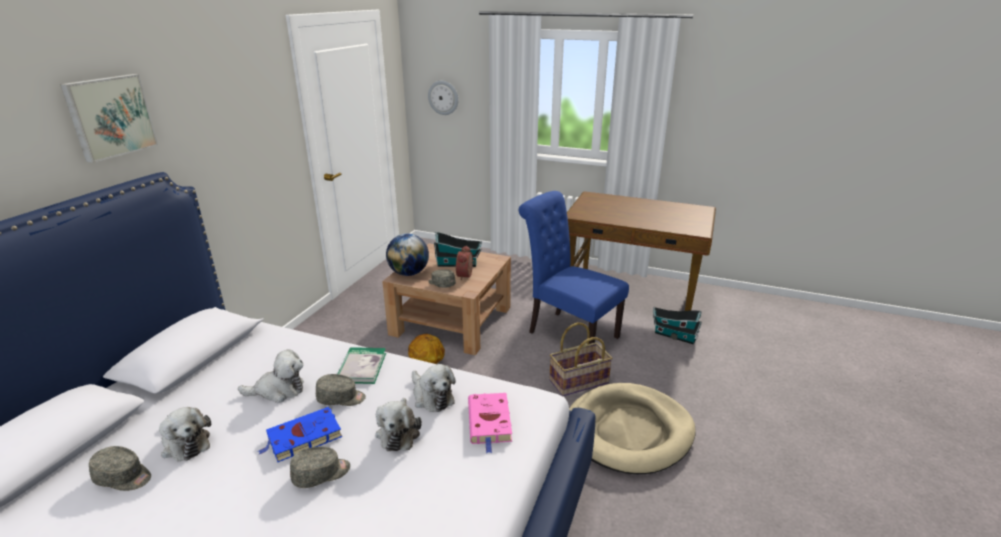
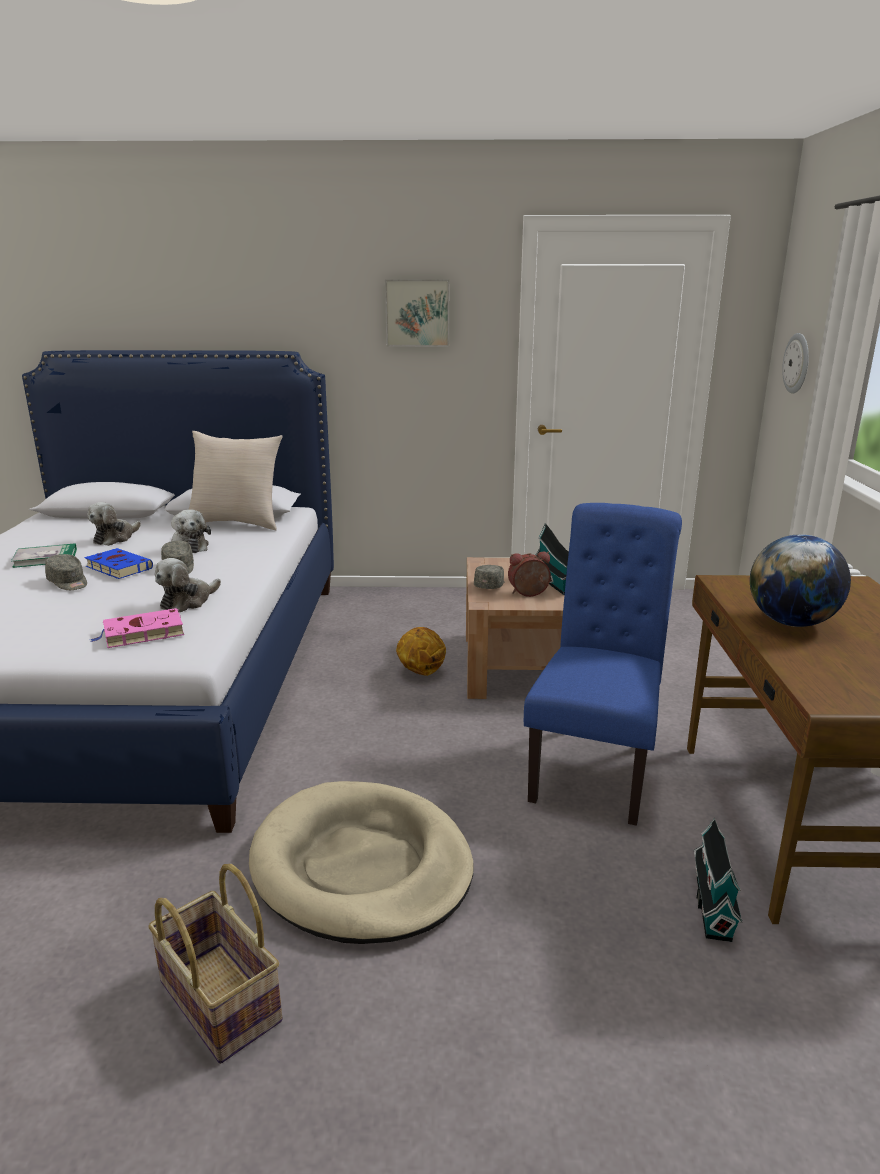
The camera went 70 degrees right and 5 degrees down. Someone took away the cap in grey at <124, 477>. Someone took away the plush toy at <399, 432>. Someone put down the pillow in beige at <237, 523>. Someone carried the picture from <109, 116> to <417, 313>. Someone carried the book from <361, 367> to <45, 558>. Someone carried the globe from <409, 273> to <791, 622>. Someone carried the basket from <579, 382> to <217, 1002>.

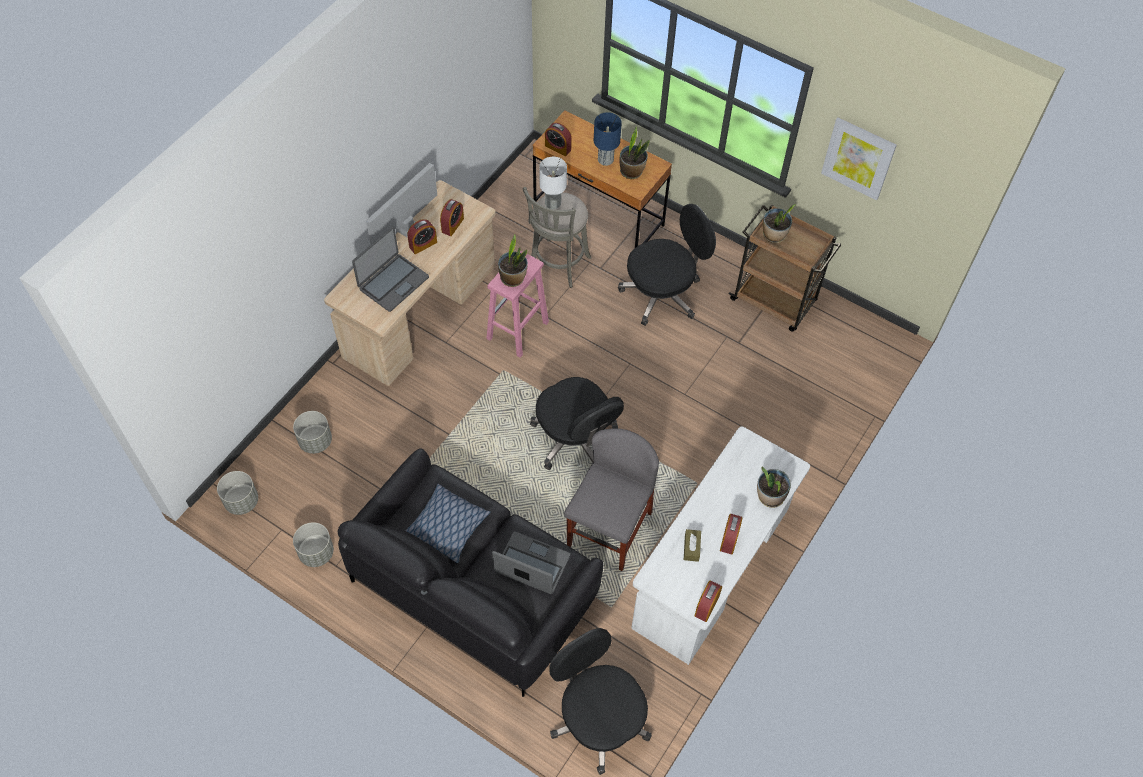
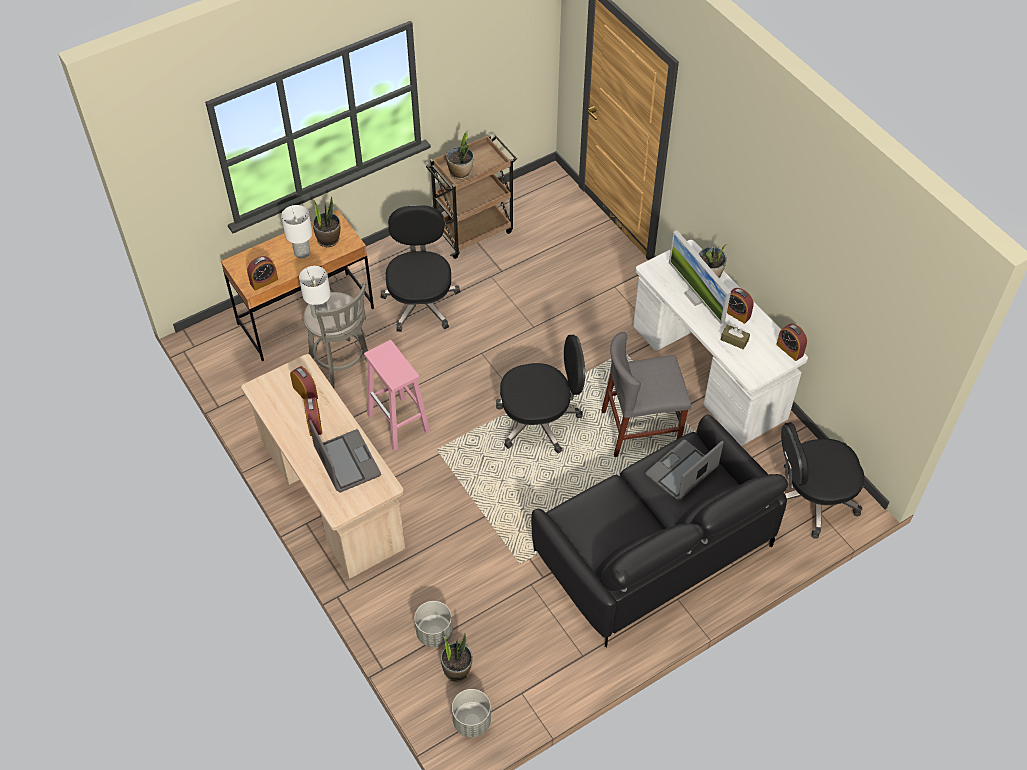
The camera went 65 degrees left and 5 degrees down. Someone took away the planter in grey at <316, 552>. Someone took away the pillow at <448, 527>. Someone took away the picture at <858, 158>. Someone carried the monitor from <406, 227> to <696, 296>. Someone carried the potted plant from <513, 278> to <457, 669>. Someone repainted the table lamp in blue at <605, 159>, which became the table lamp in white at <301, 252>. Someone rotated the chair in grey at <609, 529> by 60 degrees counterclockwise.

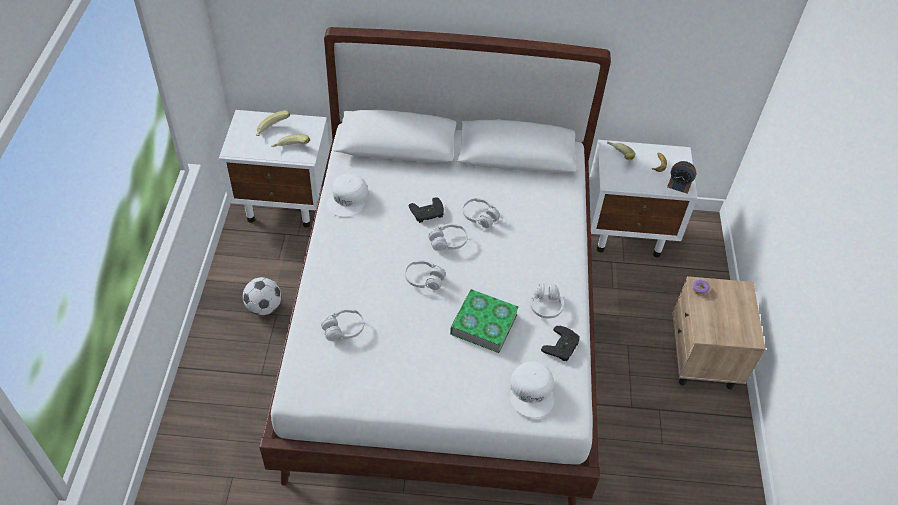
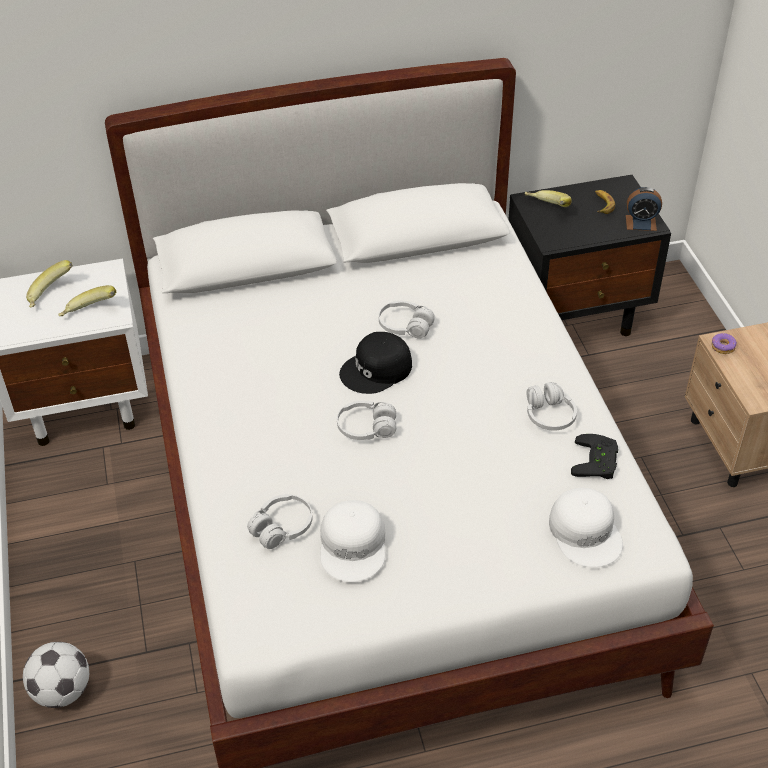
The camera went 15 degrees left and 5 degrees down. Someone took away the game controller in black at <427, 213>. Someone took away the book at <484, 324>. Someone carried the football from <264, 307> to <62, 691>. Someone carried the cap in white from <348, 199> to <354, 546>. Someone swapped the headphones in white at <448, 242> for the cap in black at <377, 370>. Someone repainted the nightstand in white at <628, 232>, which became the nightstand in black at <577, 315>.

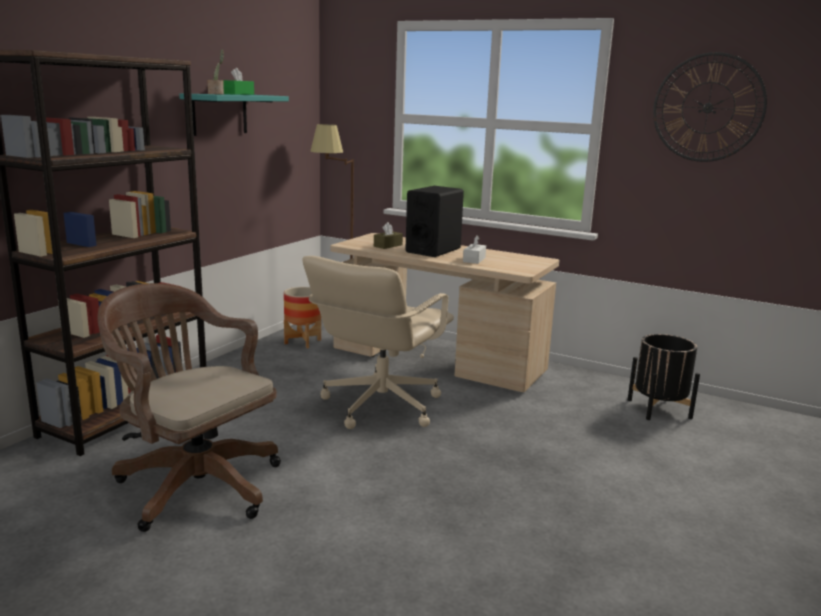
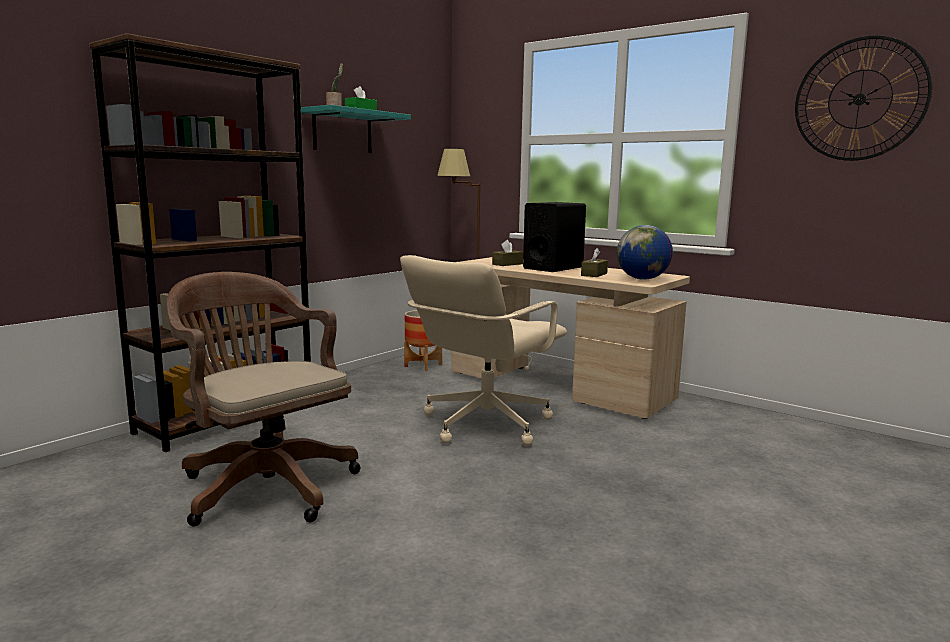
The camera went 10 degrees right and 5 degrees down. Someone took away the planter in black at <659, 409>. Someone put down the globe at <642, 279>. Someone repainted the tissue box in white at <474, 260>, which became the tissue box in brown at <594, 274>.

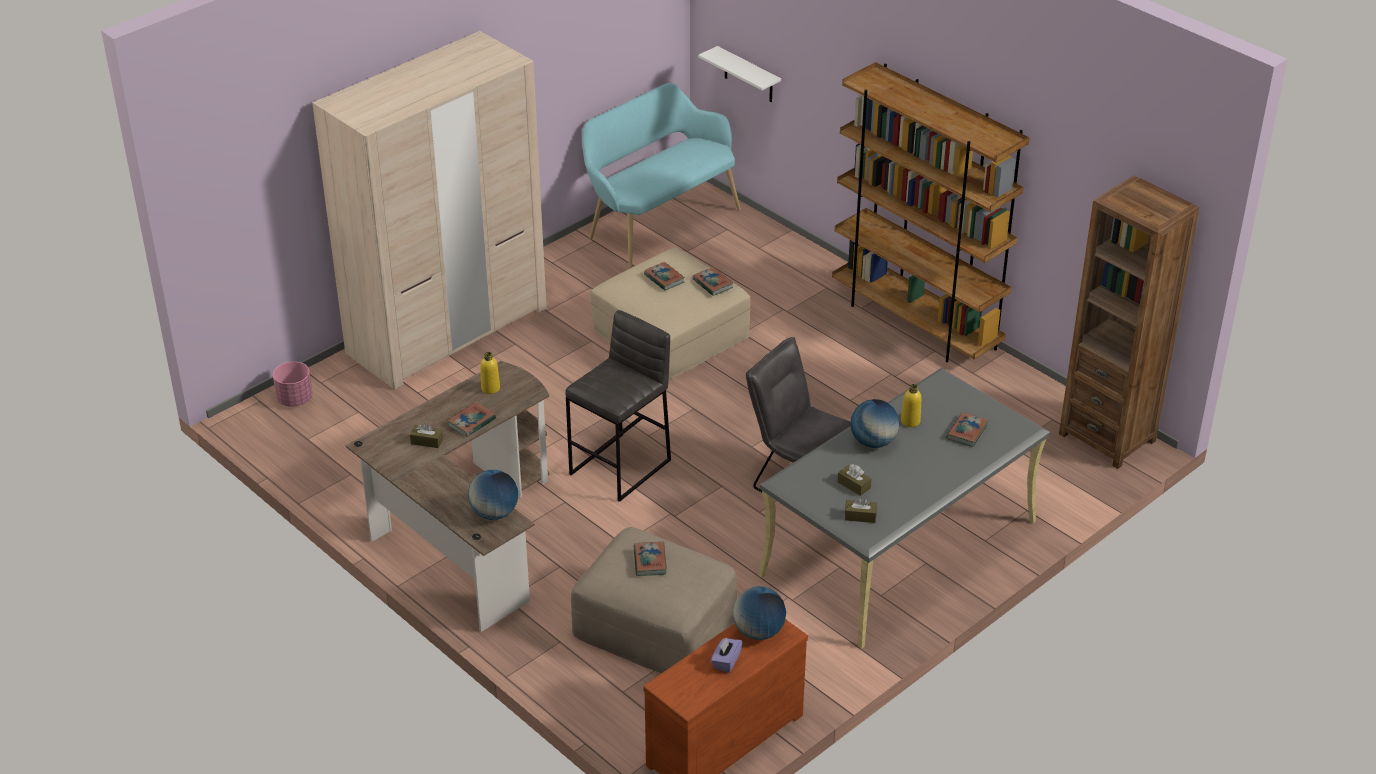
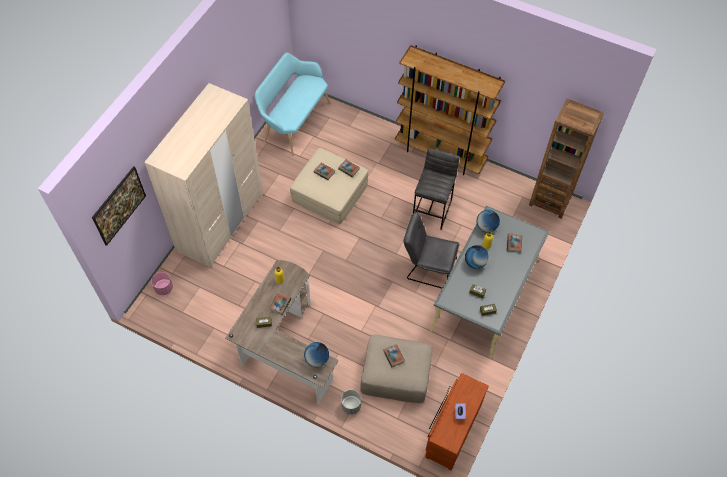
The camera went 20 degrees left and 20 degrees up. Someone took away the shelf in white at <748, 75>. Someone put up the picture at <122, 212>. Someone put down the planter in grey at <351, 405>. Someone carried the stool in grey from <621, 467> to <432, 210>. Someone carried the globe from <758, 632> to <486, 227>.

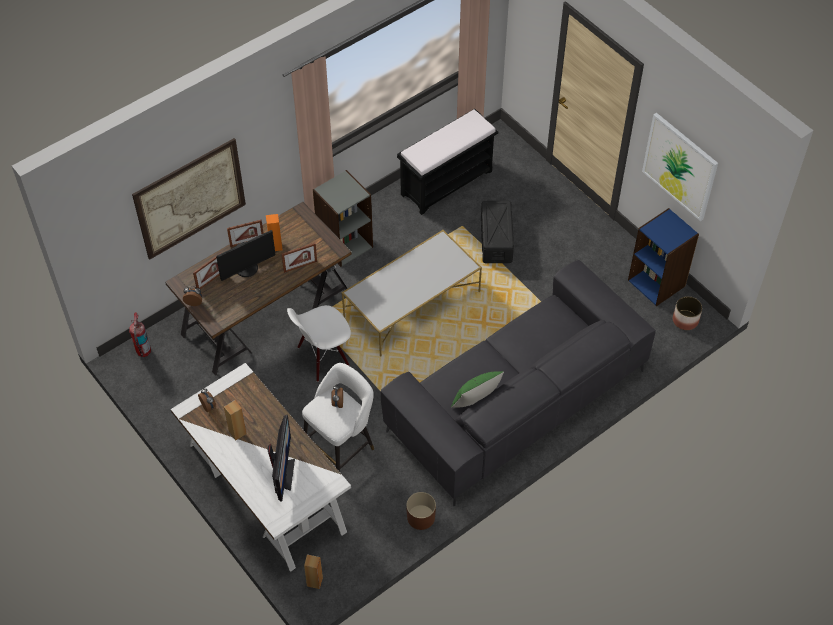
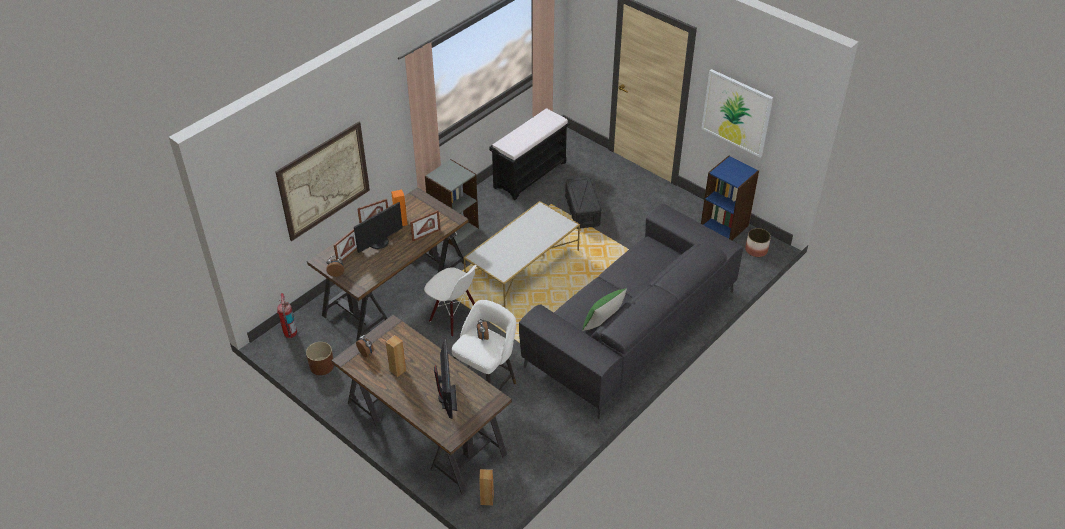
The camera went 10 degrees left and 10 degrees down. Someone carried the planter in brown from <421, 517> to <322, 366>. Someone repainted the desk in white at <266, 488>, which became the desk in brown at <425, 428>. Someone rotated the chair in white at <323, 357> by 105 degrees counterclockwise.

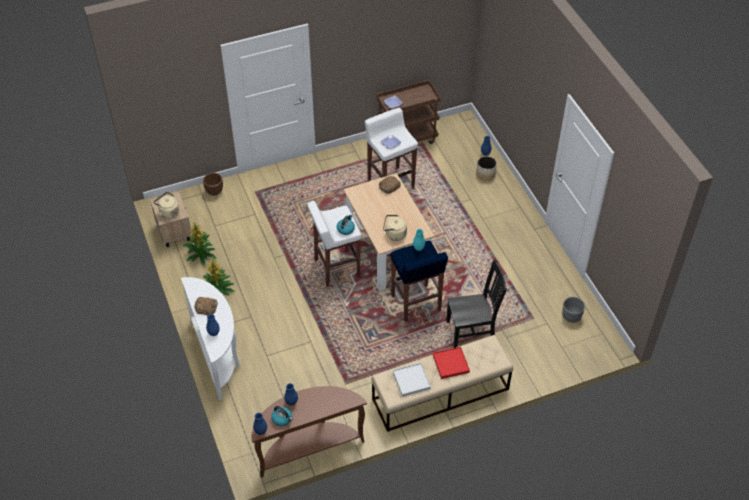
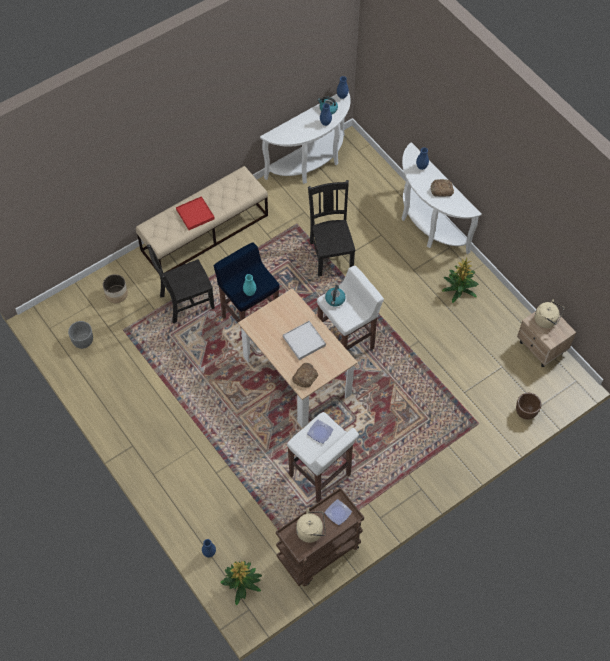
The camera went 165 degrees right and 10 degrees up. Someone put down the chair in black at <331, 254>. Someone carried the potted plant from <200, 255> to <241, 584>. Someone carried the kettle in beige from <394, 234> to <311, 531>. Someone carried the tray in white from <411, 380> to <304, 341>. Someone carried the planter from <486, 174> to <116, 294>. Someone repainted the console table in brown at <308, 447>, which became the console table in white at <311, 164>.

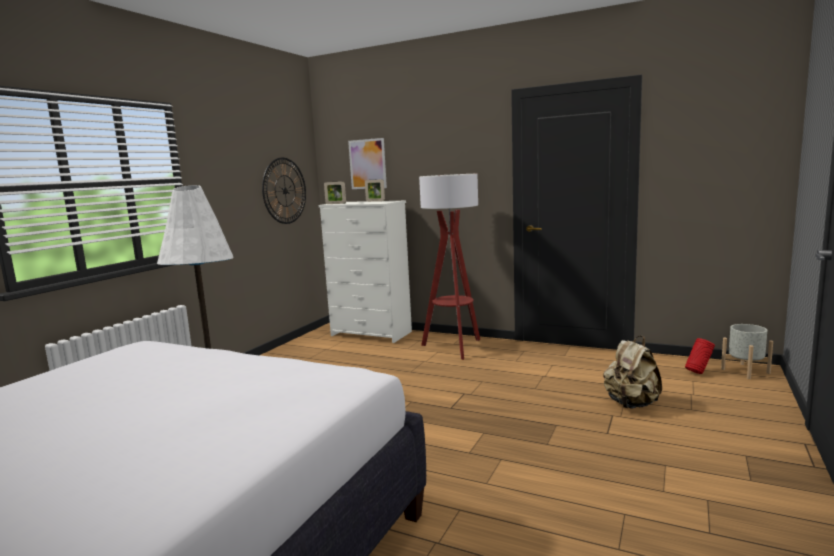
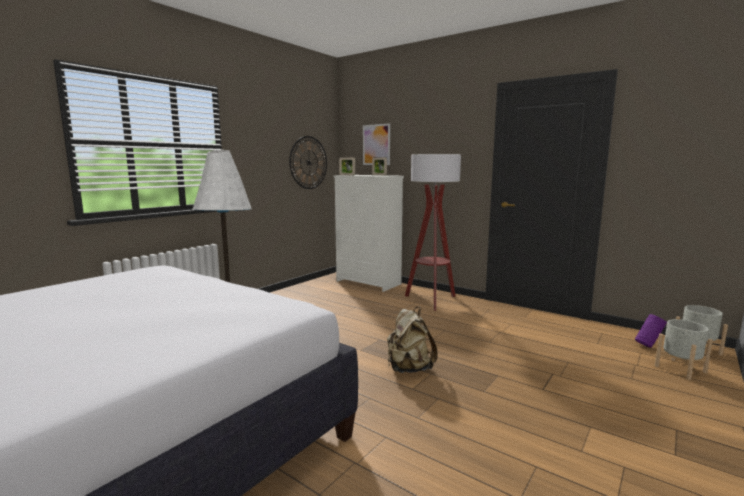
The camera went 10 degrees right and 0 degrees up. Someone put down the planter in grey at <680, 369>. Someone carried the backpack in beige from <631, 404> to <408, 369>. Someone repainted the vase in red at <698, 372>, which became the vase in purple at <648, 346>.

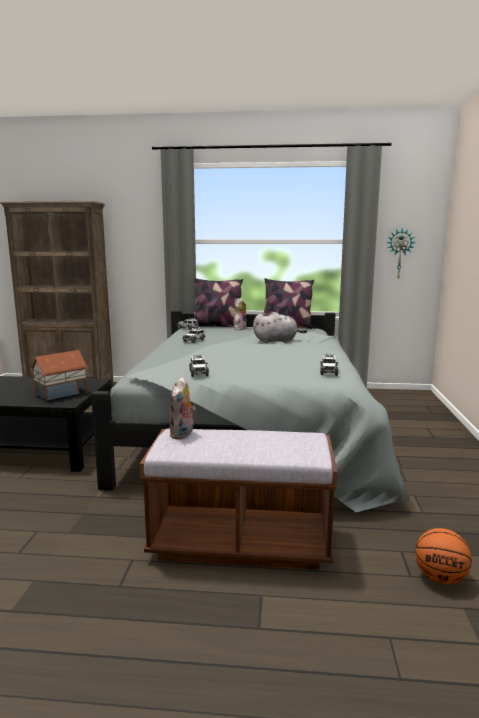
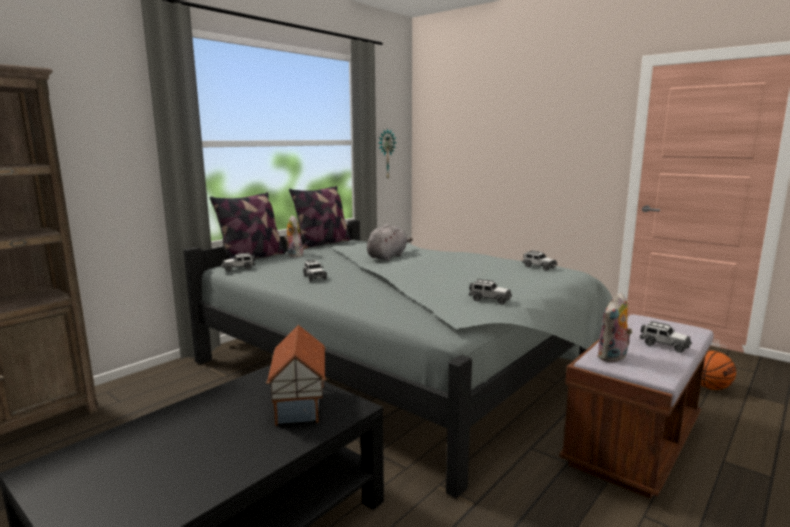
The camera went 55 degrees left and 0 degrees up. Someone put down the toy car at <664, 345>. Someone rotated the plush toy at <183, 434> by 90 degrees clockwise.

